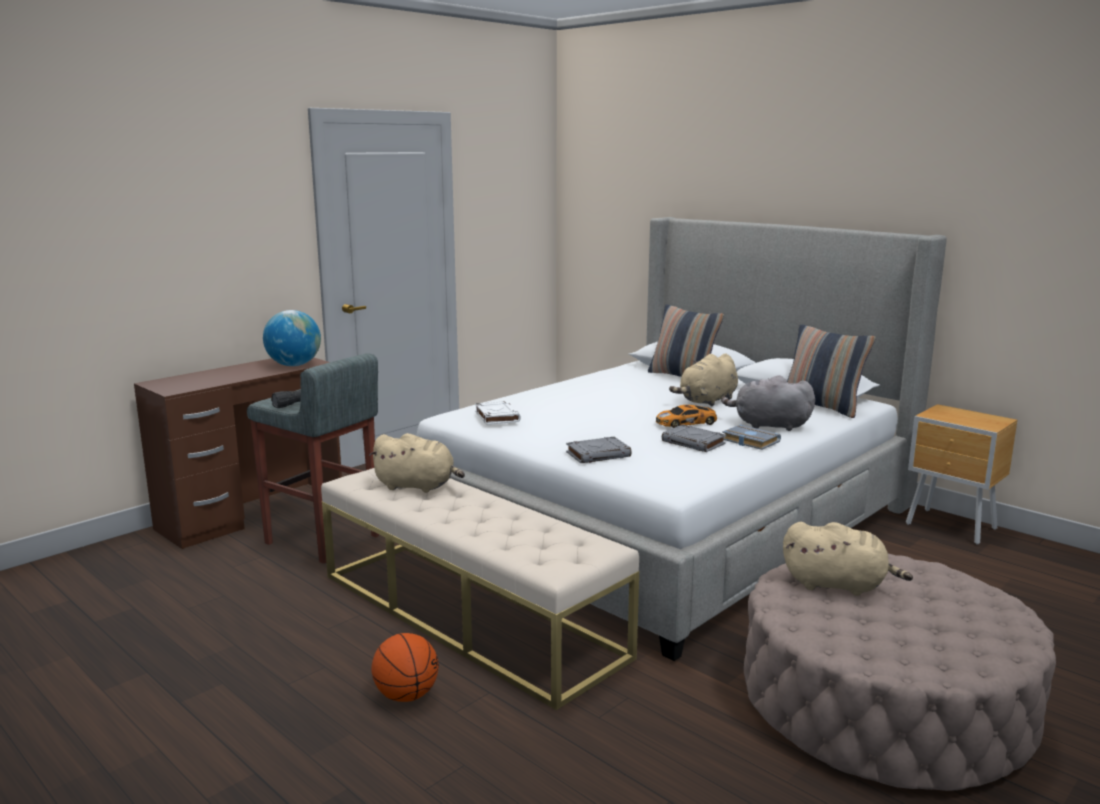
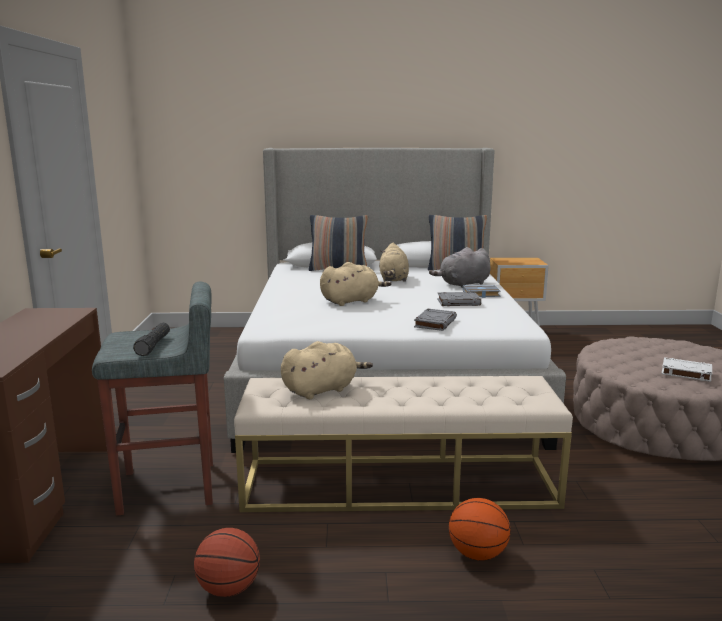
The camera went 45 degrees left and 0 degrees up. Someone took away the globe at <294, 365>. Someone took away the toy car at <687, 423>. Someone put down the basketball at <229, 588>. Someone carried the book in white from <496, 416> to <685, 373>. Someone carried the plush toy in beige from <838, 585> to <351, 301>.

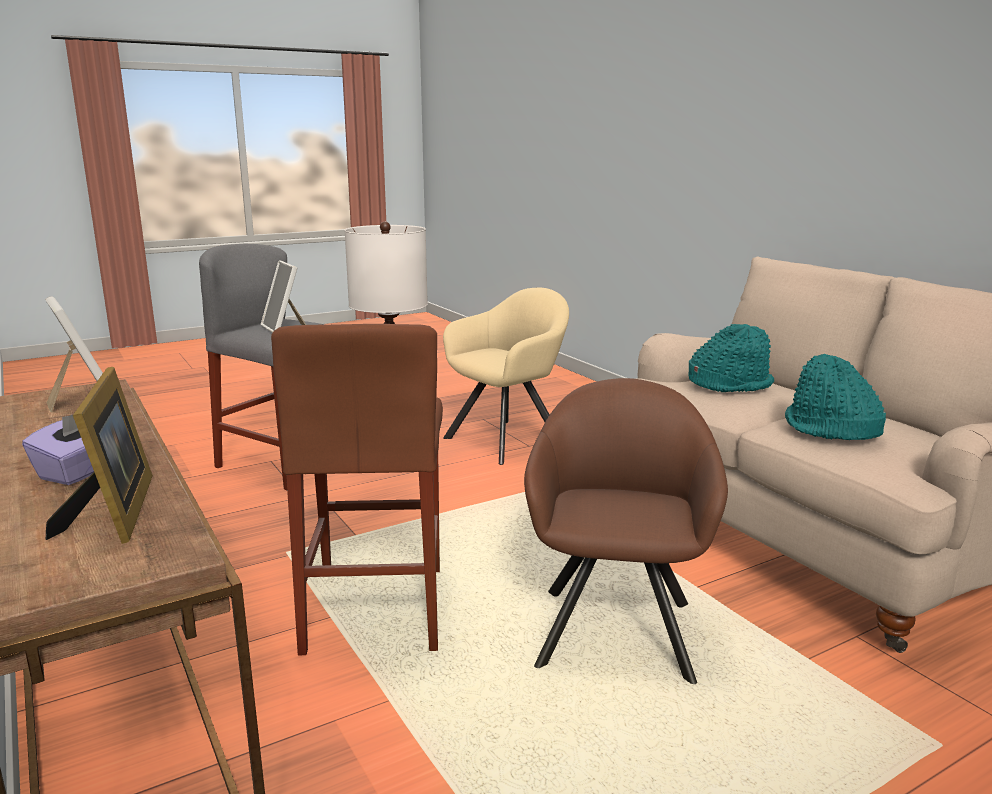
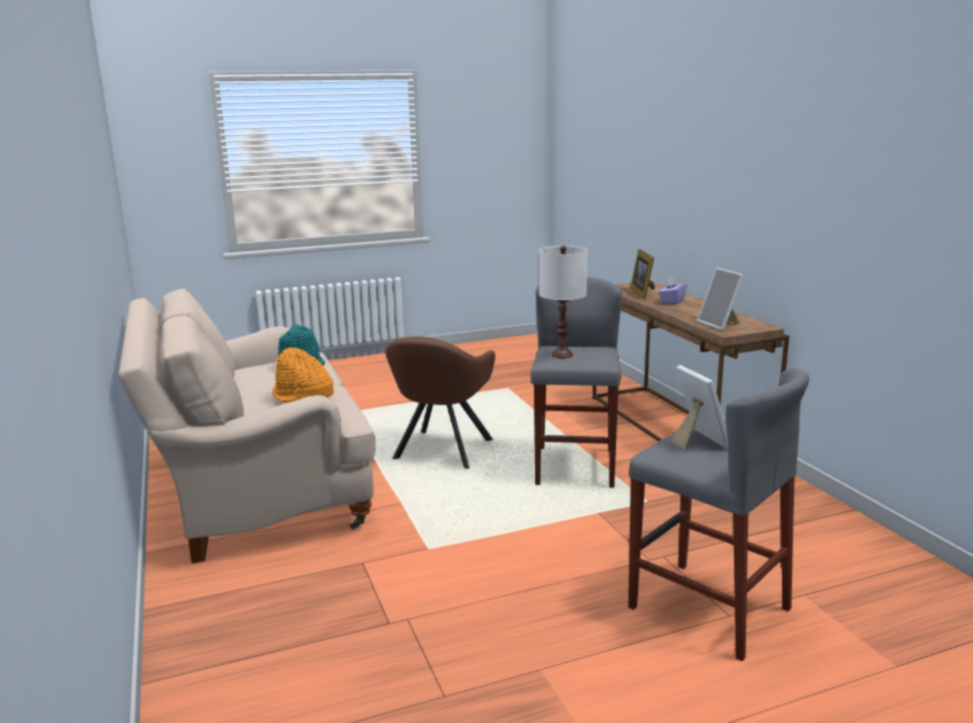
The camera went 170 degrees left and 0 degrees up. Someone took away the armchair in beige at <509, 439>. Someone repainted the stool in brown at <375, 608>, which became the stool in grey at <575, 467>. Someone repainted the hat in turquoise at <730, 384>, which became the hat in orange at <302, 396>.

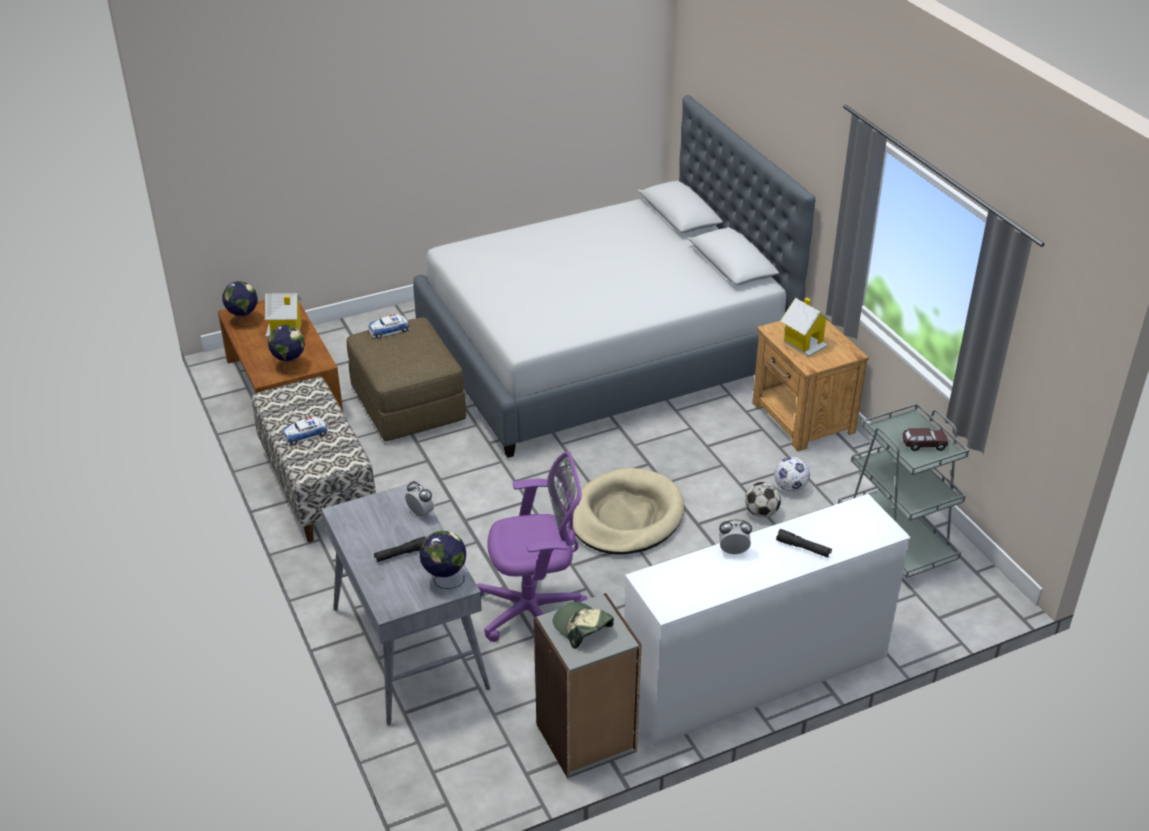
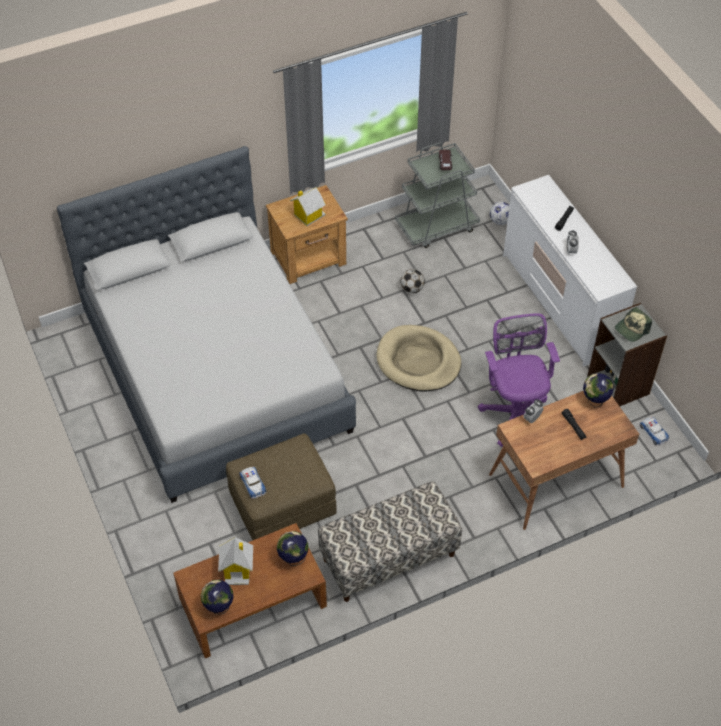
The camera went 90 degrees left and 15 degrees up. Someone carried the toy car from <305, 434> to <654, 432>. Someone carried the football from <790, 487> to <500, 221>. Someone repainted the desk in grey at <408, 648>, which became the desk in brown at <555, 481>.

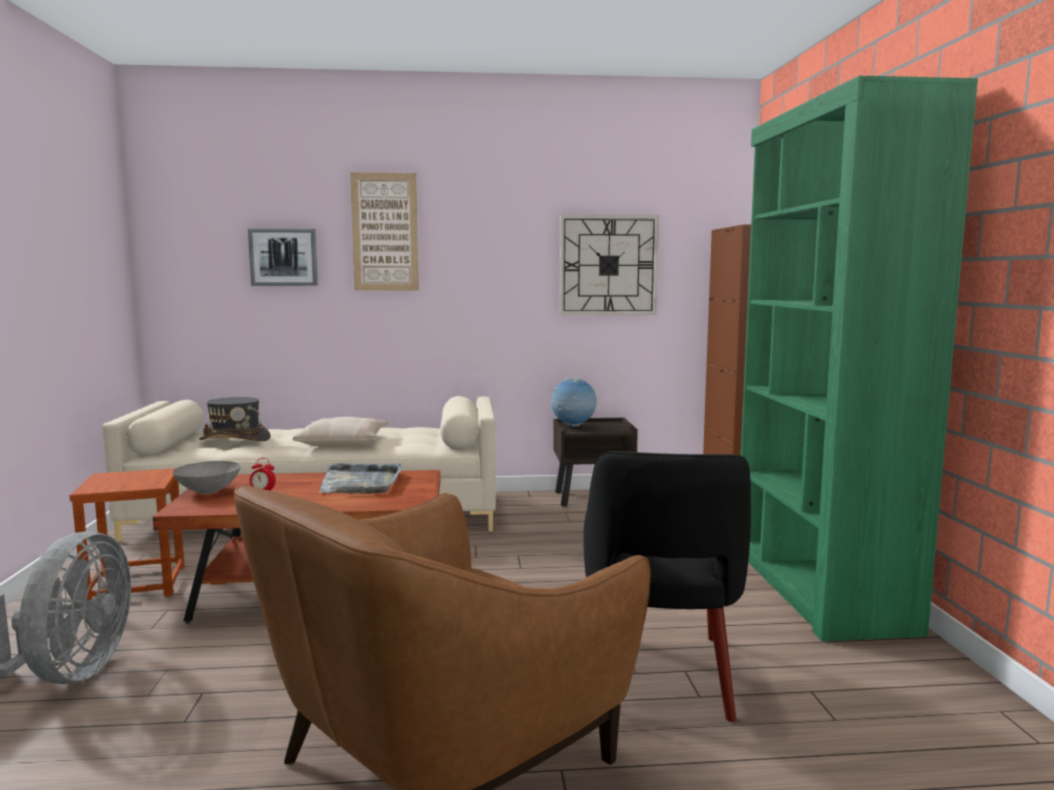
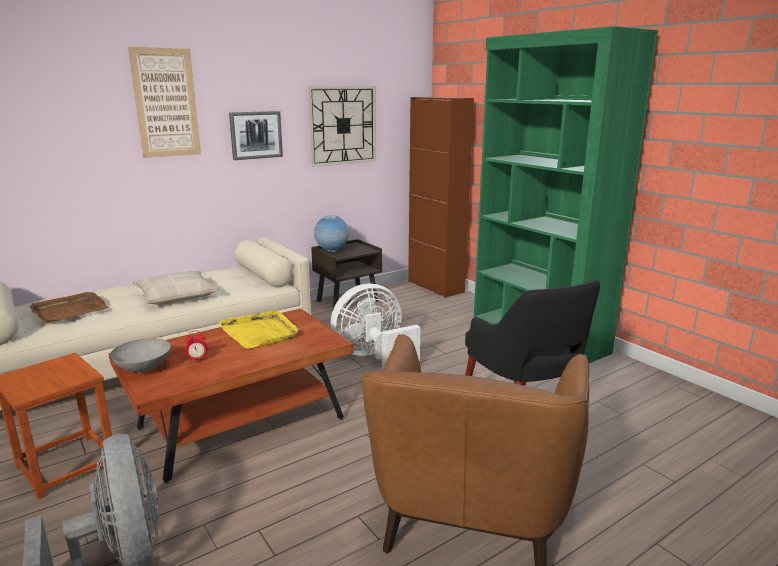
The camera went 30 degrees left and 10 degrees up. Someone put down the fan in white at <373, 357>. Someone carried the picture from <283, 257> to <256, 135>. Someone swapped the hat in grey at <235, 439> for the tray in brown at <69, 310>. Someone repainted the tray in grey at <360, 482>, which became the tray in yellow at <260, 332>.

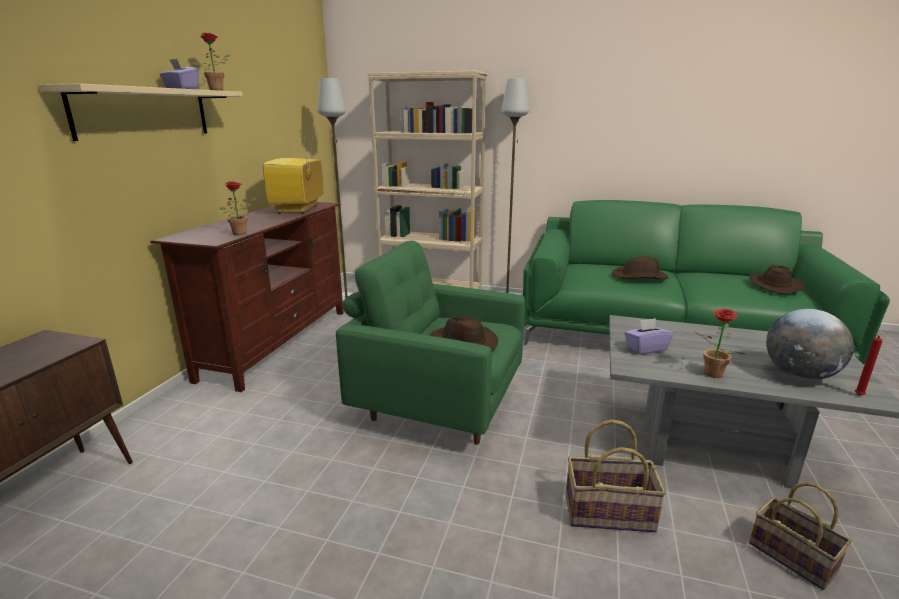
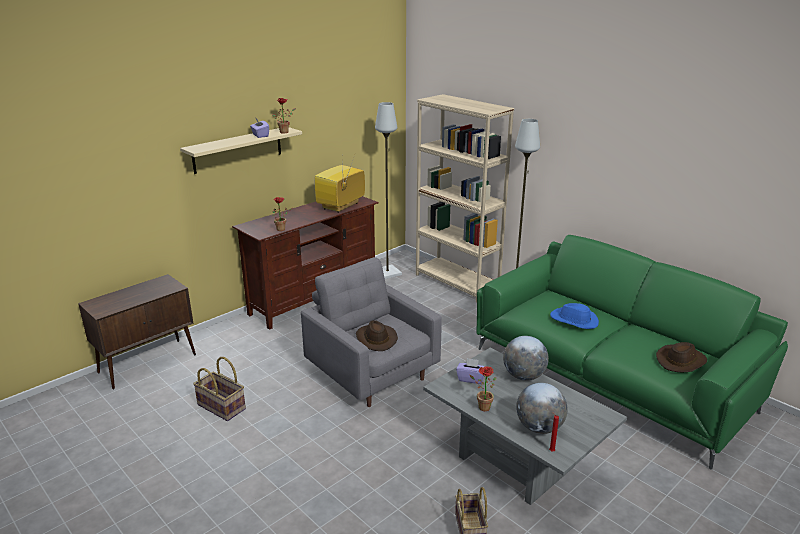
The camera went 30 degrees right and 5 degrees up. Someone put down the globe at <523, 376>. Someone carried the basket from <609, 512> to <222, 406>. Someone repainted the armchair in green at <438, 403>, which became the armchair in grey at <372, 373>. Someone repainted the hat in brown at <639, 277>, which became the hat in blue at <574, 320>.

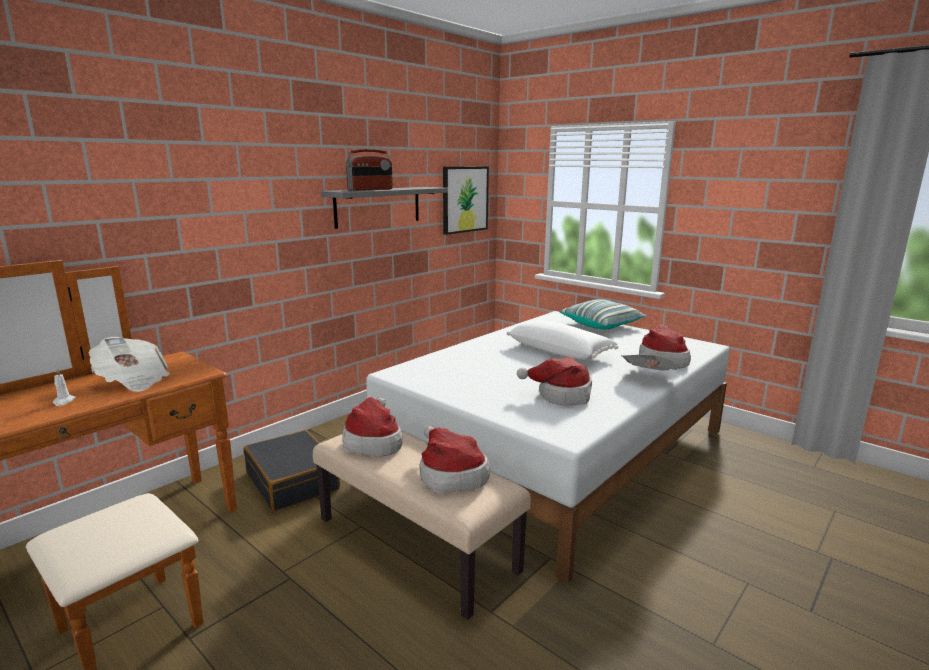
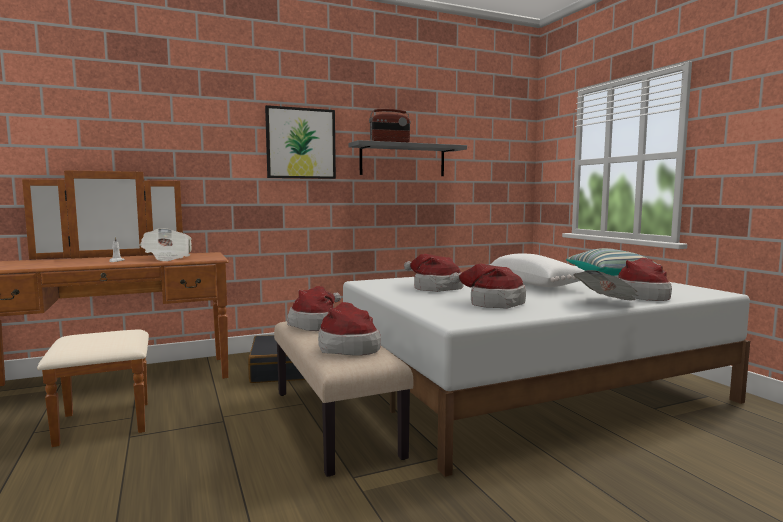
The camera went 25 degrees right and 10 degrees down. Someone put down the hat at <434, 288>. Someone carried the picture from <464, 199> to <301, 143>.

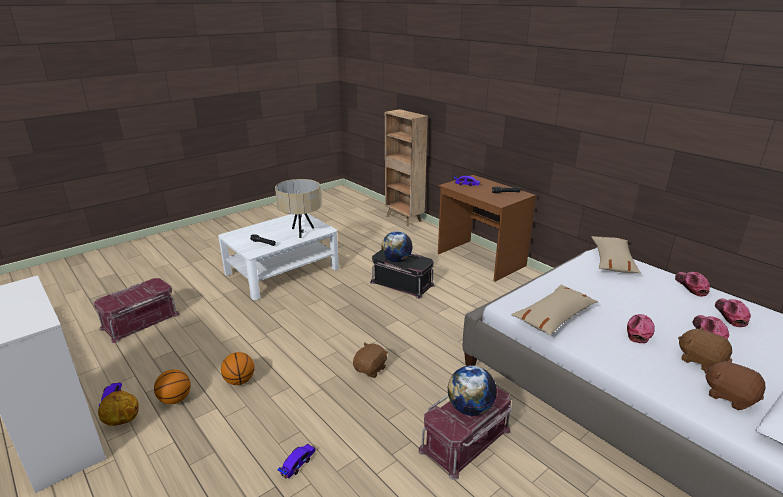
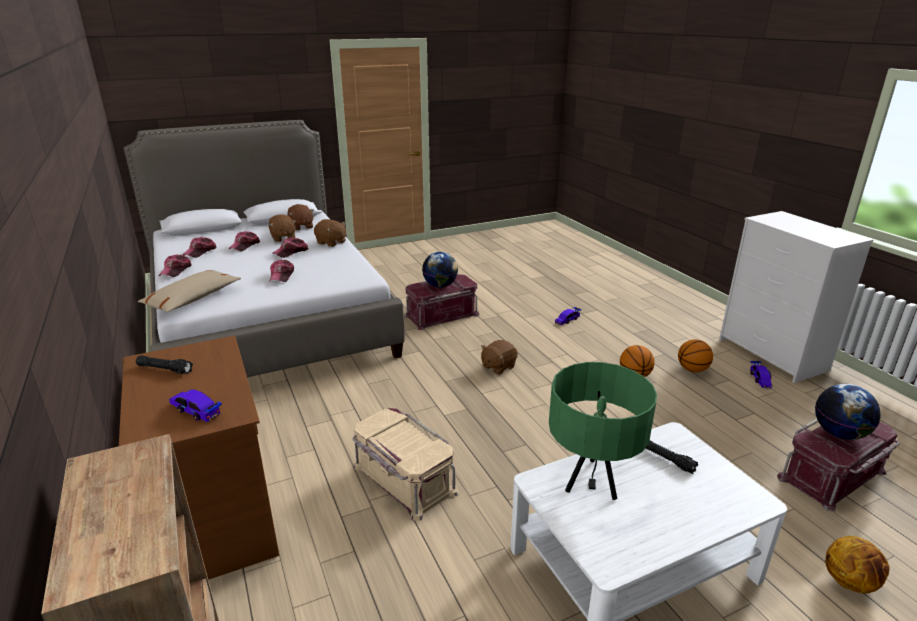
The camera went 165 degrees left and 0 degrees up. Someone took away the pillow in beige at <554, 316>. Someone put down the cap at <282, 276>. Someone put down the plush toy in brown at <331, 242>. Someone carried the basketball from <122, 421> to <850, 582>. Someone carried the globe from <396, 260> to <839, 433>. Someone repainted the table lamp in beige at <301, 233>, which became the table lamp in green at <592, 479>. Someone repainted the storage box in black at <402, 283>, which became the storage box in beige at <403, 479>.

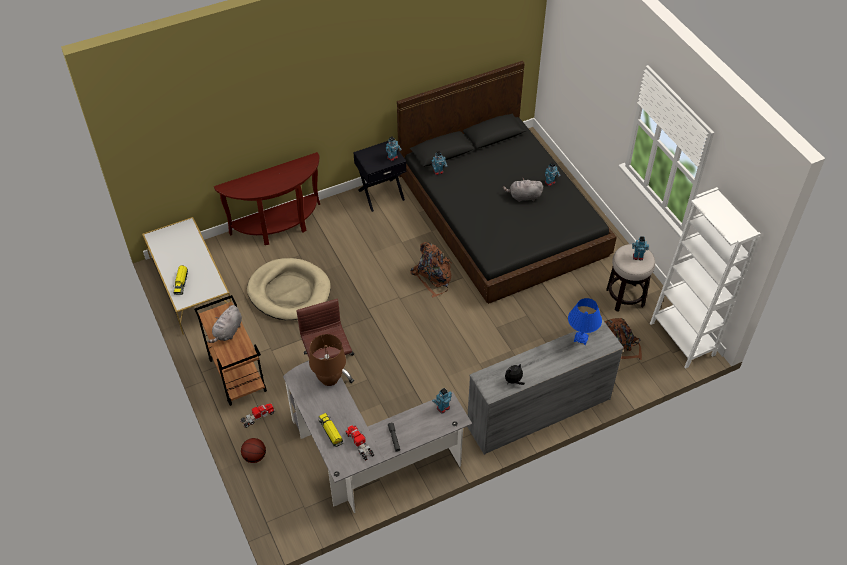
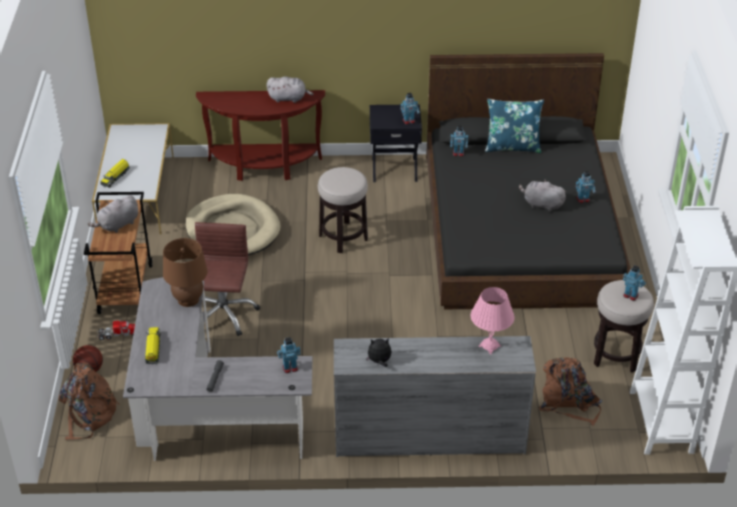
The camera went 25 degrees right and 10 degrees down. Someone took away the toy truck at <360, 444>. Someone put down the plush toy in grey at <289, 98>. Someone put down the stool at <343, 237>. Someone put down the pillow in blue at <512, 147>. Someone carried the backpack in brown from <433, 277> to <88, 414>. Someone repainted the table lamp in blue at <581, 338>, which became the table lamp in pink at <489, 346>.

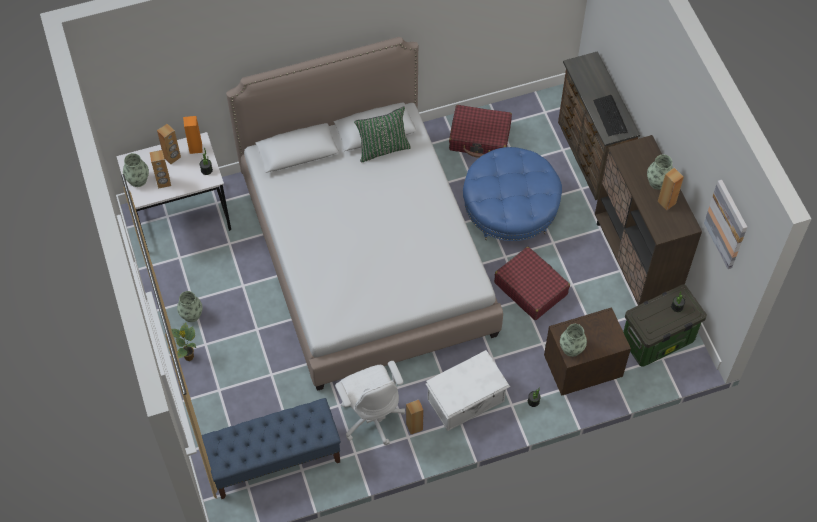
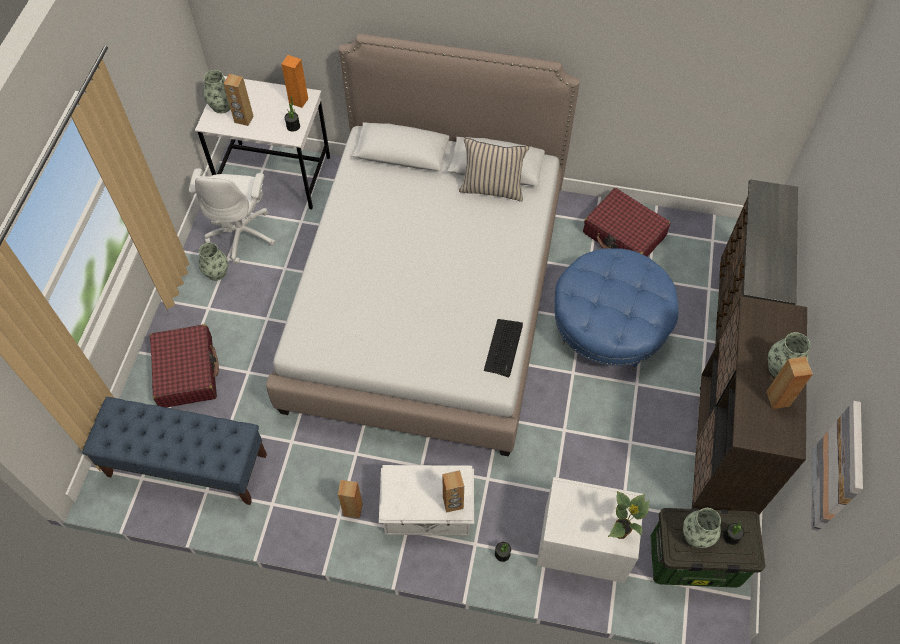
The camera went 30 degrees right and 0 degrees up. Someone carried the speaker in brown from <172, 157> to <453, 503>. Someone carried the potted plant from <189, 357> to <620, 533>. Someone carried the office chair in white from <371, 416> to <242, 234>. Someone carried the suitcase in red from <530, 288> to <186, 372>. Someone carried the vase from <571, 348> to <696, 535>. Someone carried the keyboard from <610, 116> to <504, 347>. Someone repainted the pillow in green at <383, 148>, which became the pillow in beige at <492, 188>. Someone repainted the nightstand in brown at <580, 368>, which became the nightstand in white at <581, 545>.

